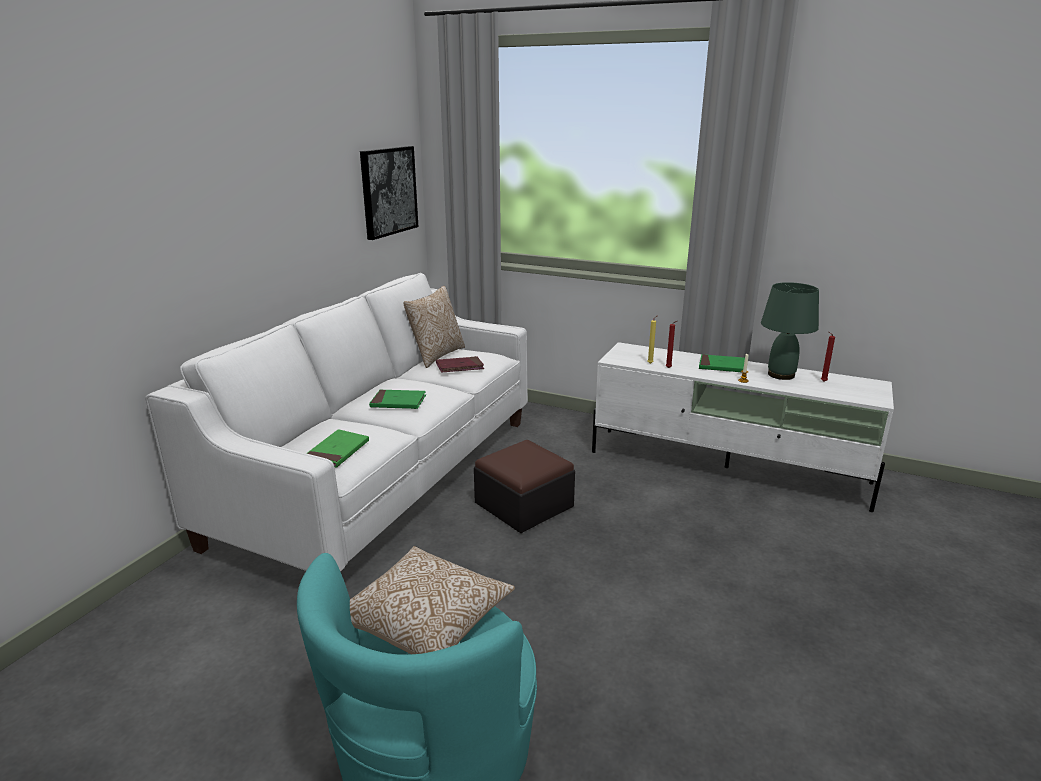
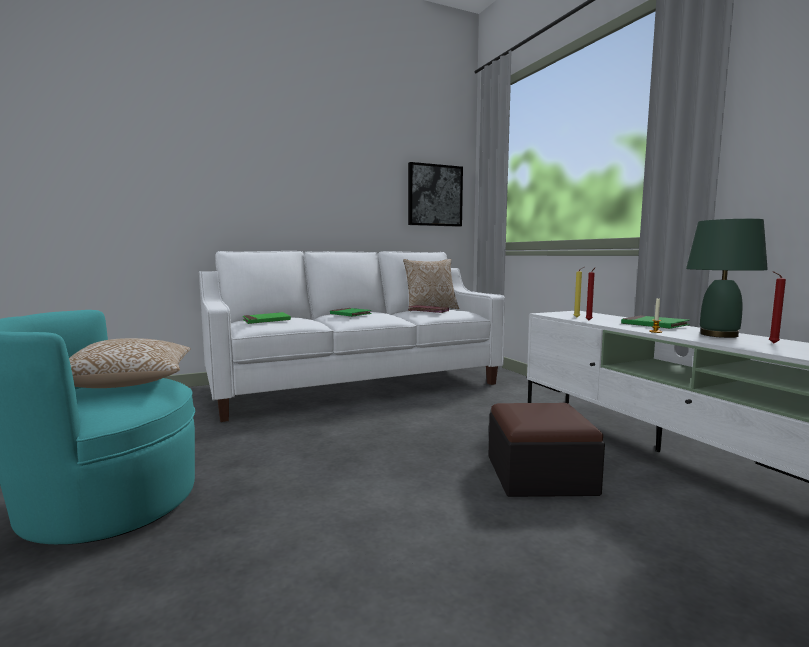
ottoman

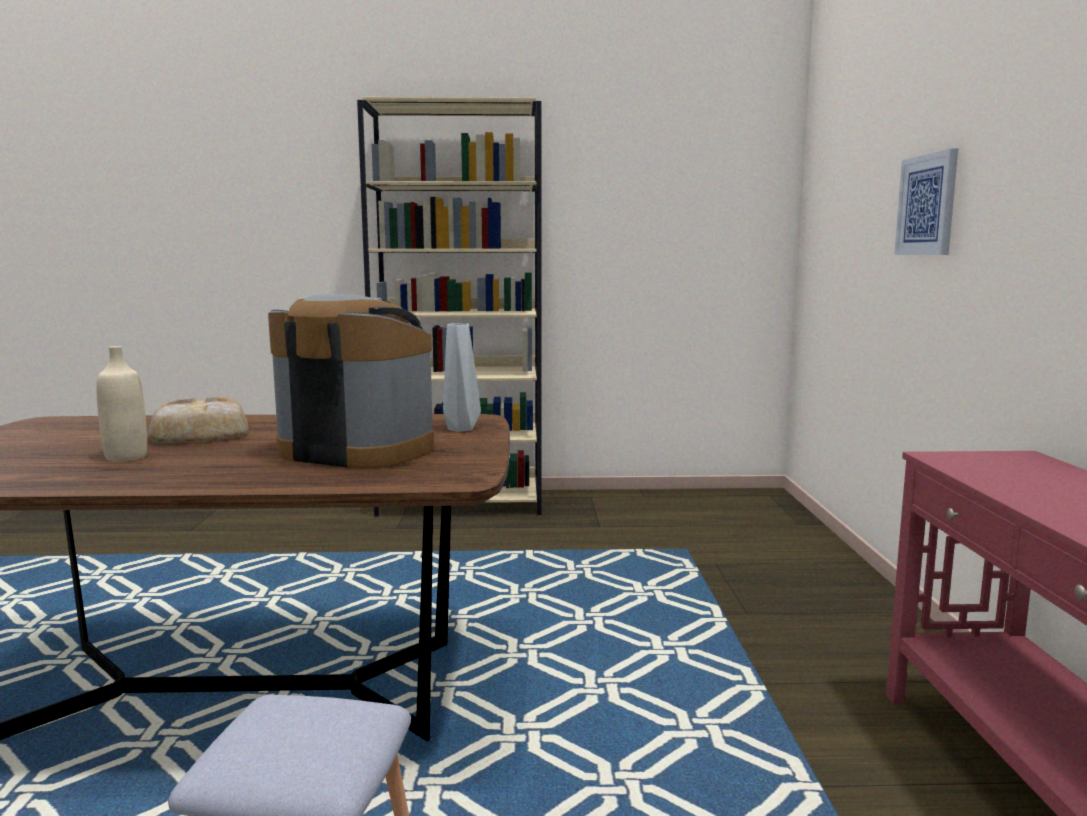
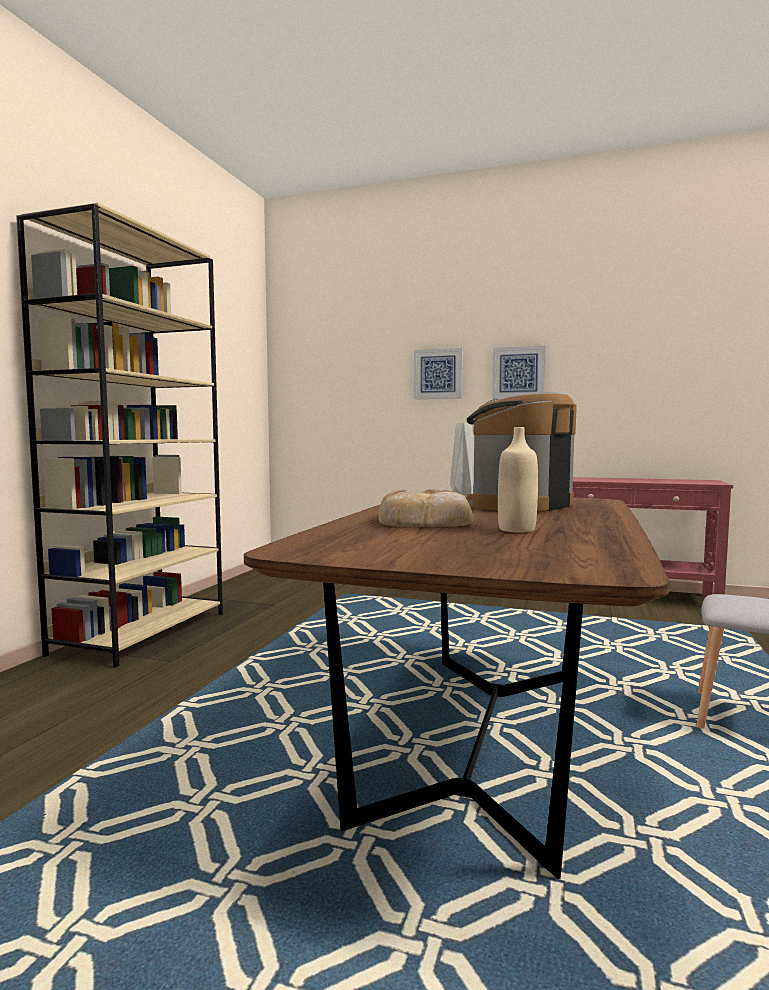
wall art (no. 2 from left)

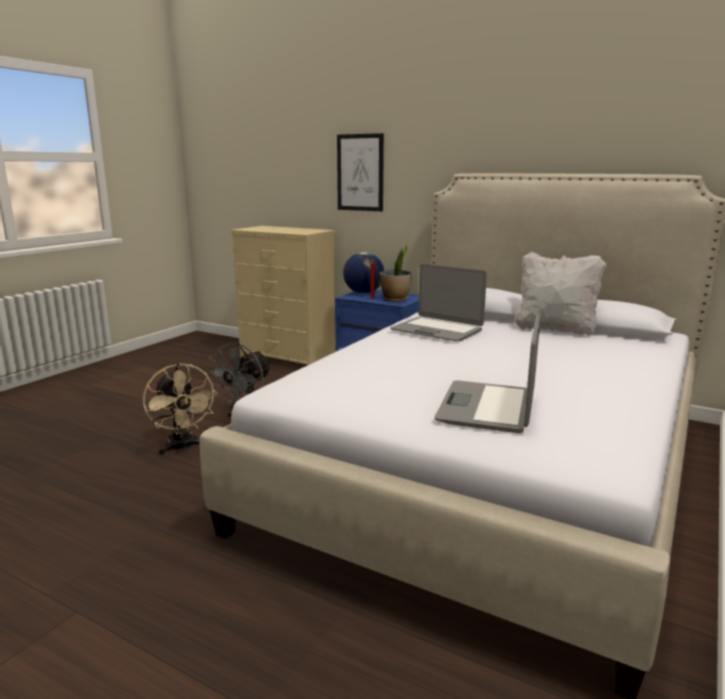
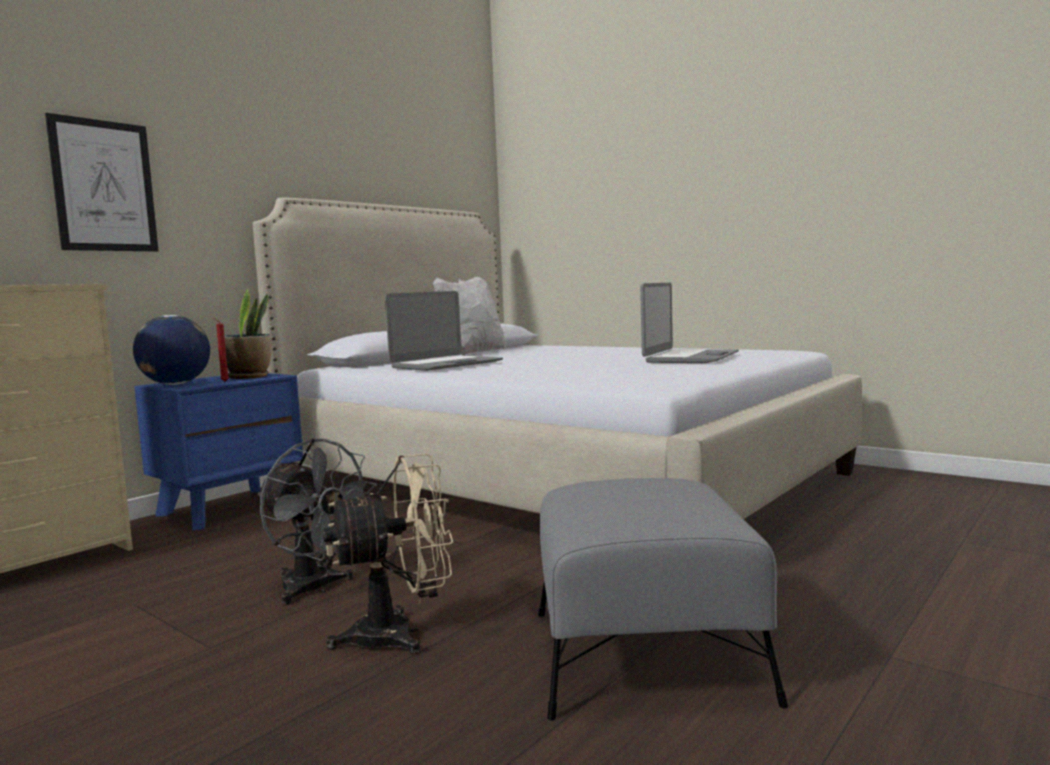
portable computer (no. 2 from left)
greyish ottoman

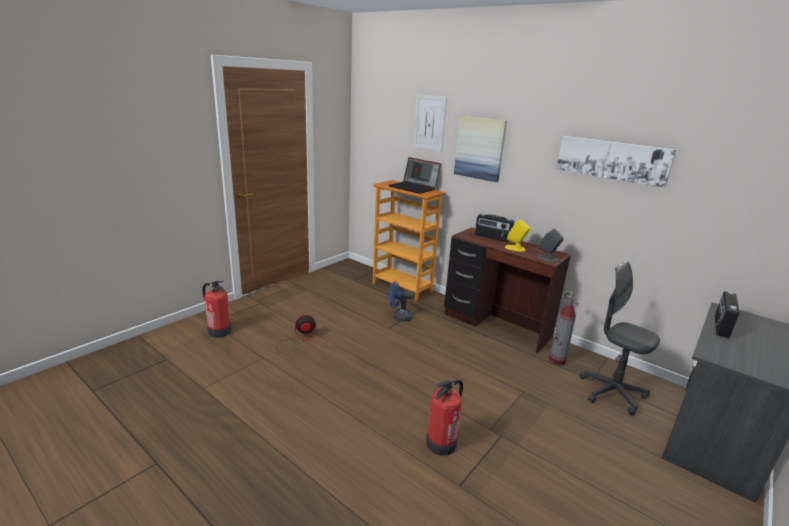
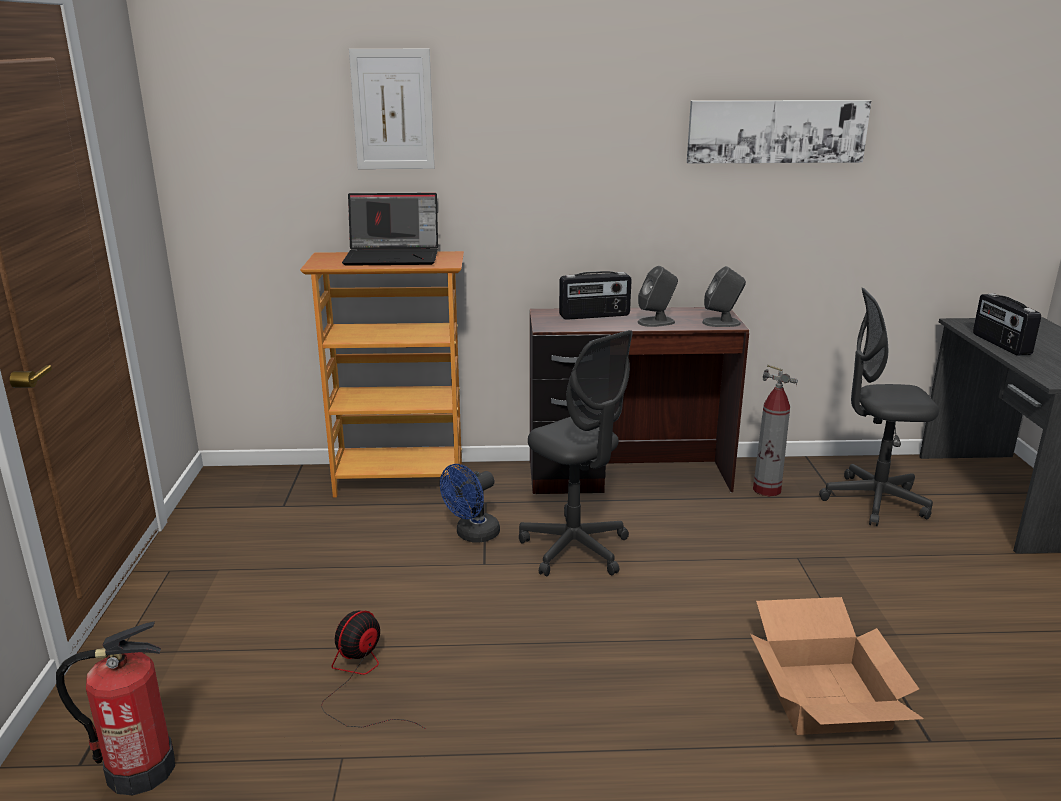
carton
wall art (no. 2 from left in the first image)
greyish loudspeaker (no. 1 from left)
greyish computer chair (no. 1 from left)

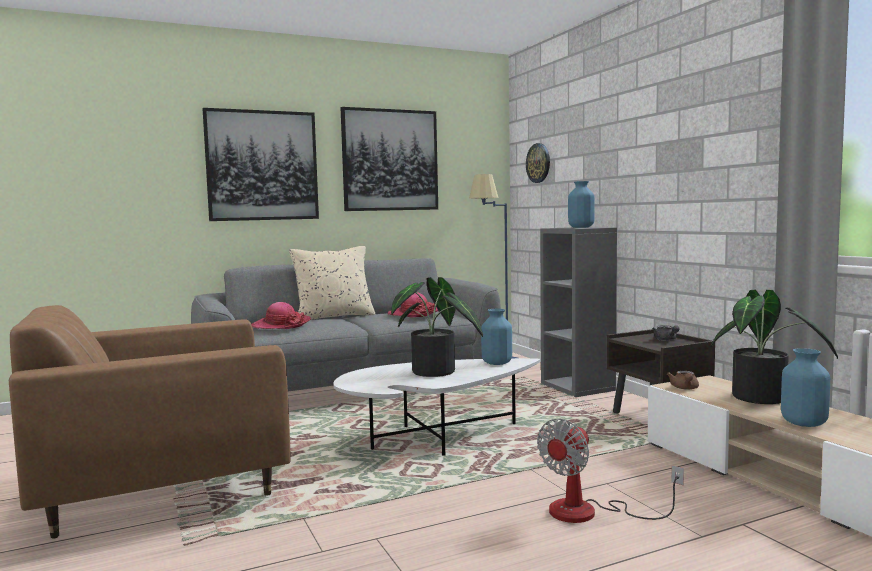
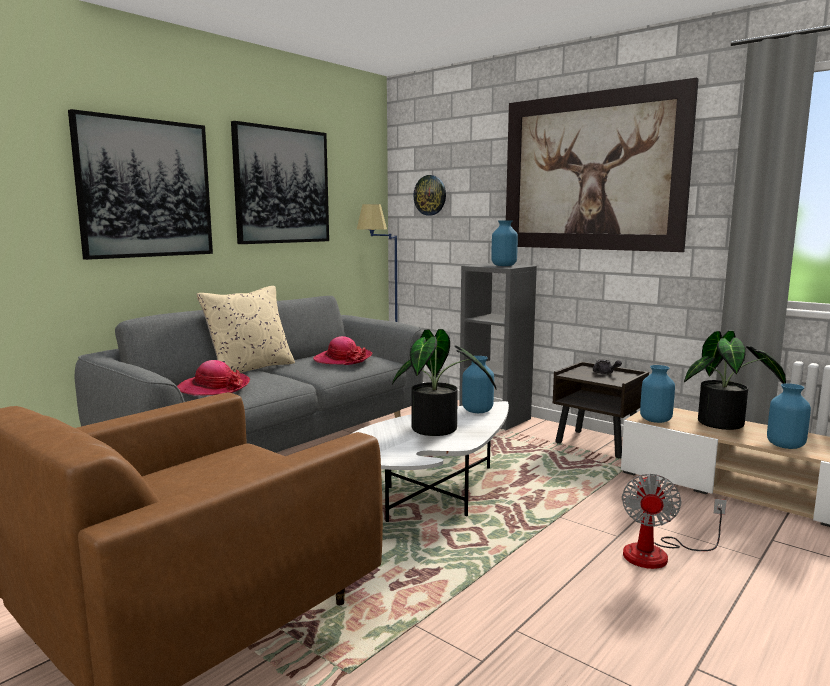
blue vase (no. 3 from left)
wall art (no. 3 from left)

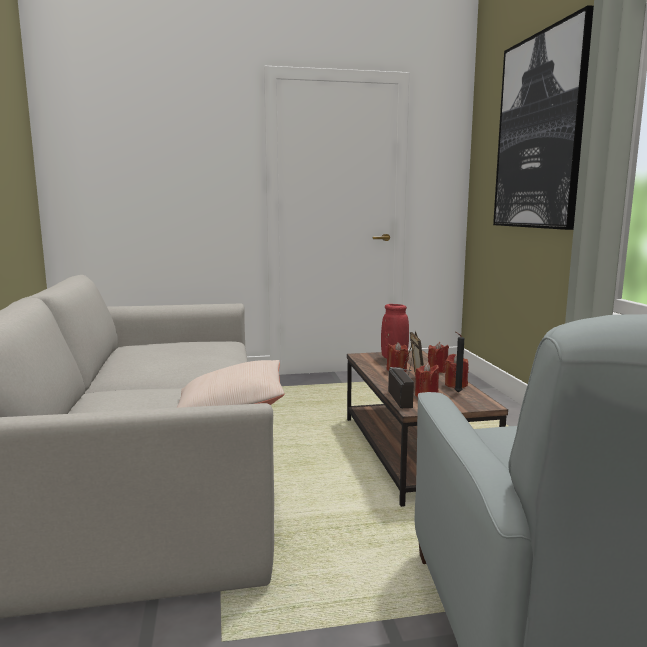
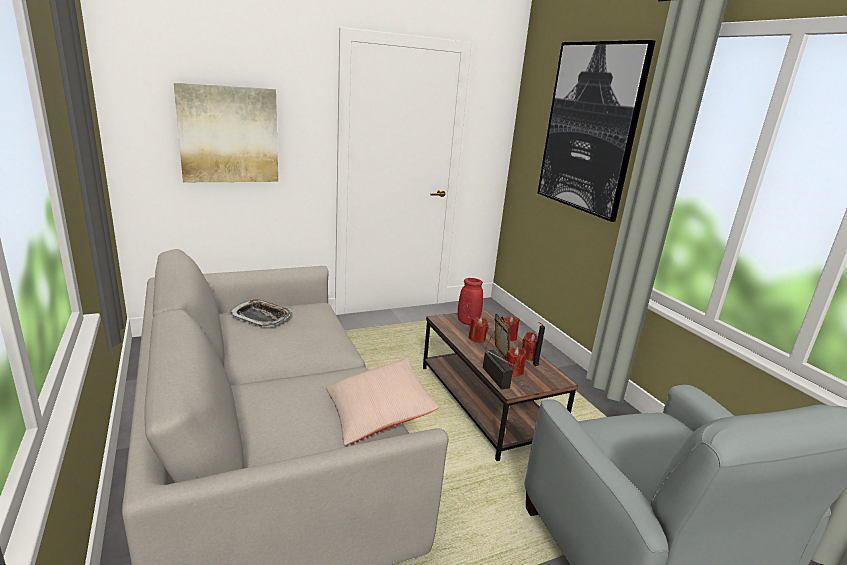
wall art (no. 1 from left)
carrying tray

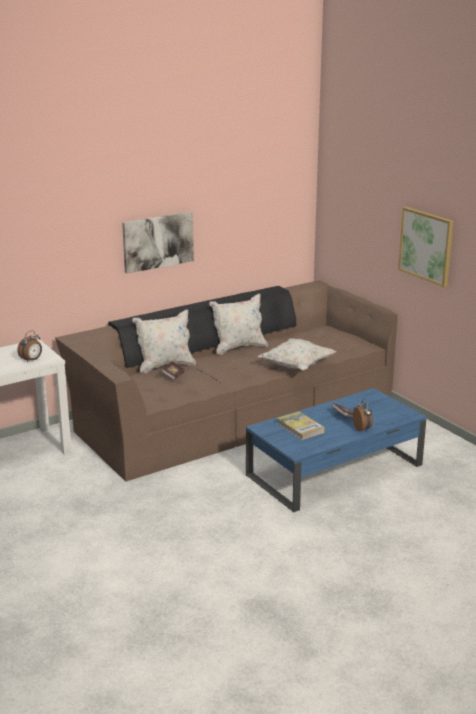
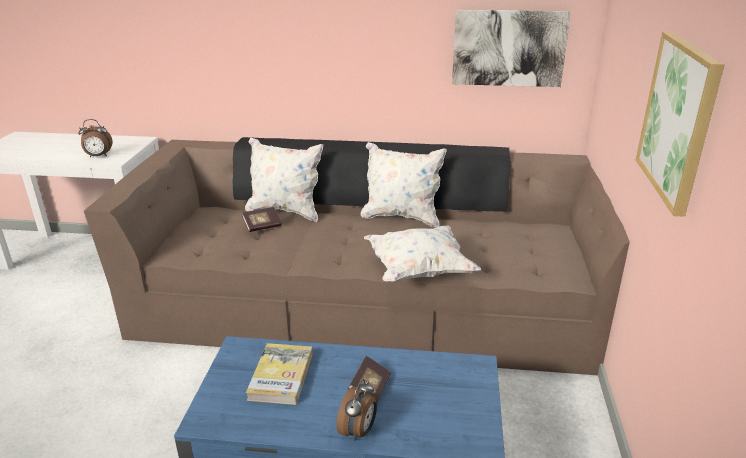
wall art (no. 1 from left)

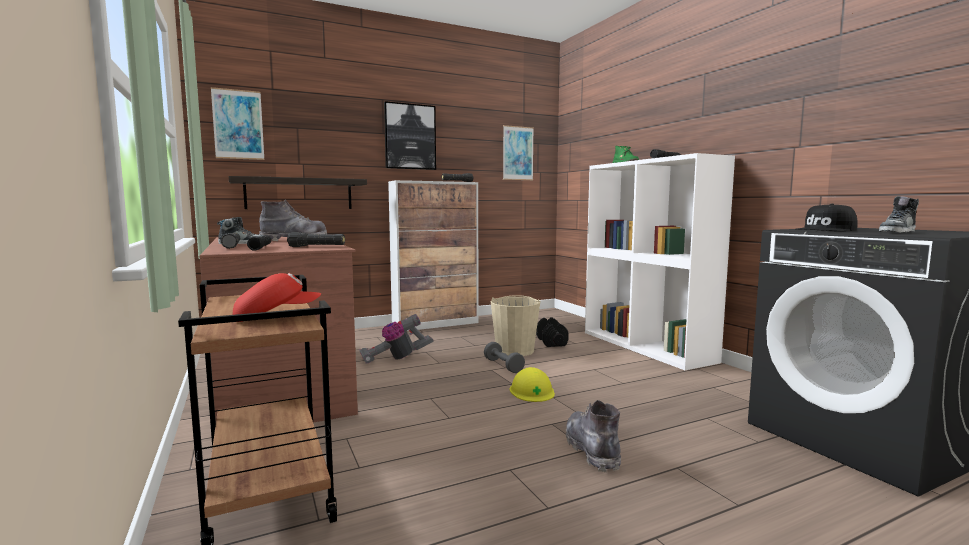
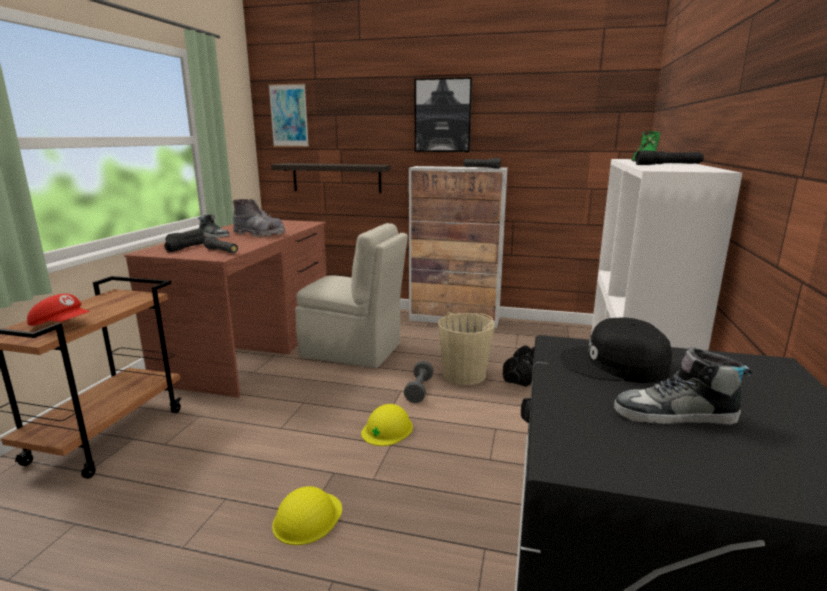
beige plain chair
wall art (no. 3 from left in the first image)
yellow safety helmet (no. 1 from left)

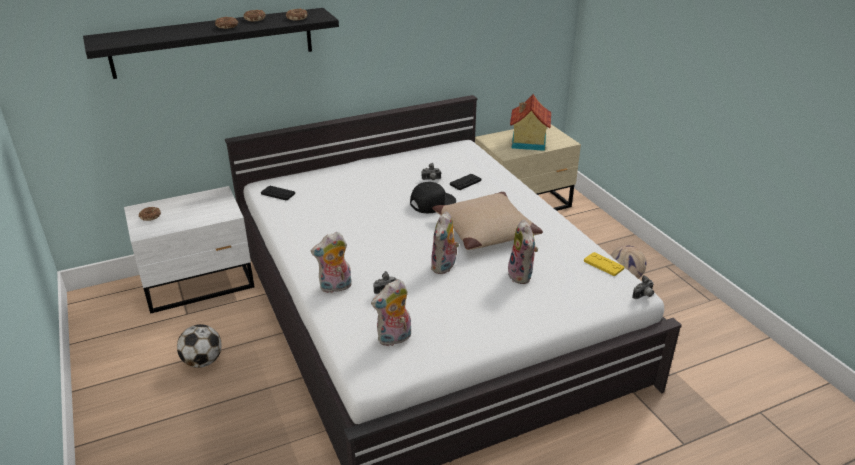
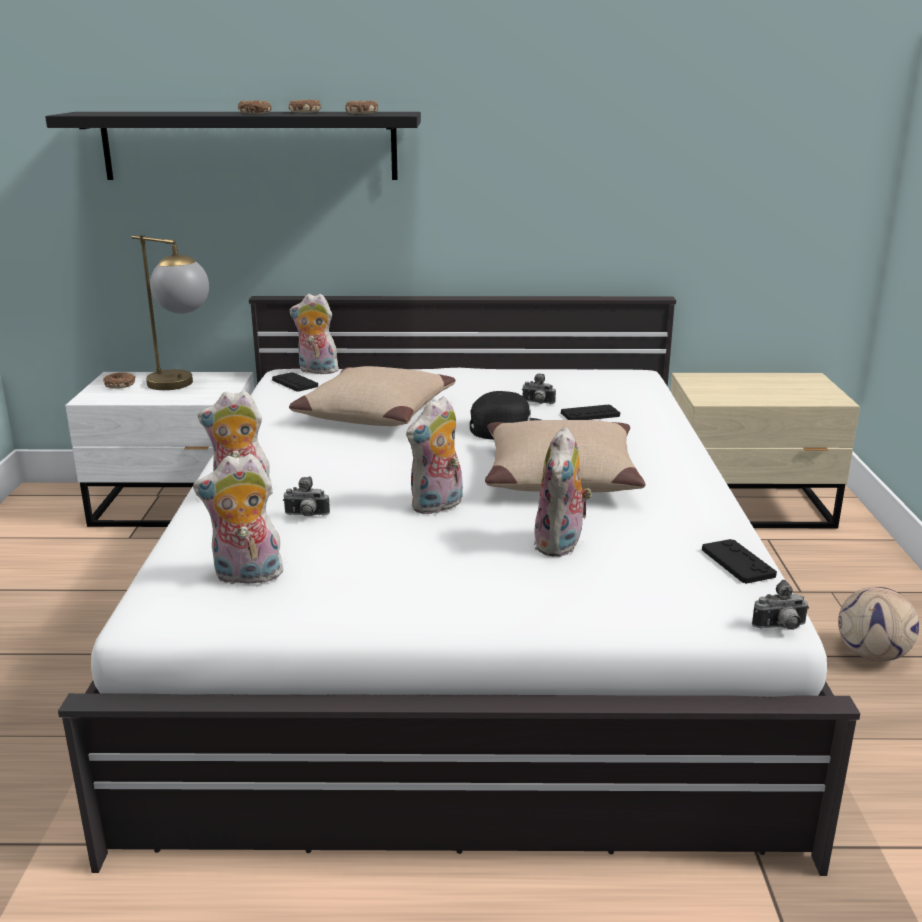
ball for football (no. 1 from left in the first image)
toy house
black game controller (no. 3 from left)
lamp for a table
beige cushion (no. 1 from left)
cuddly toy (no. 3 from left)

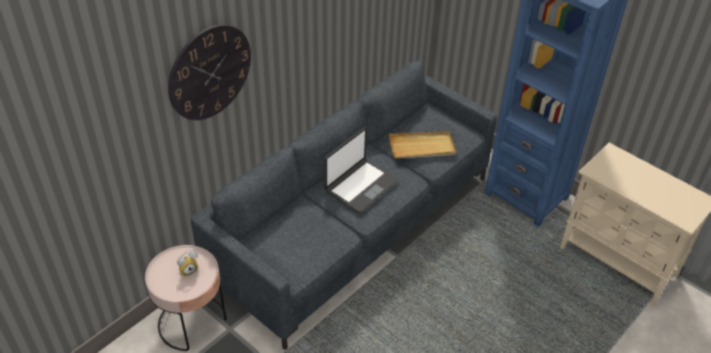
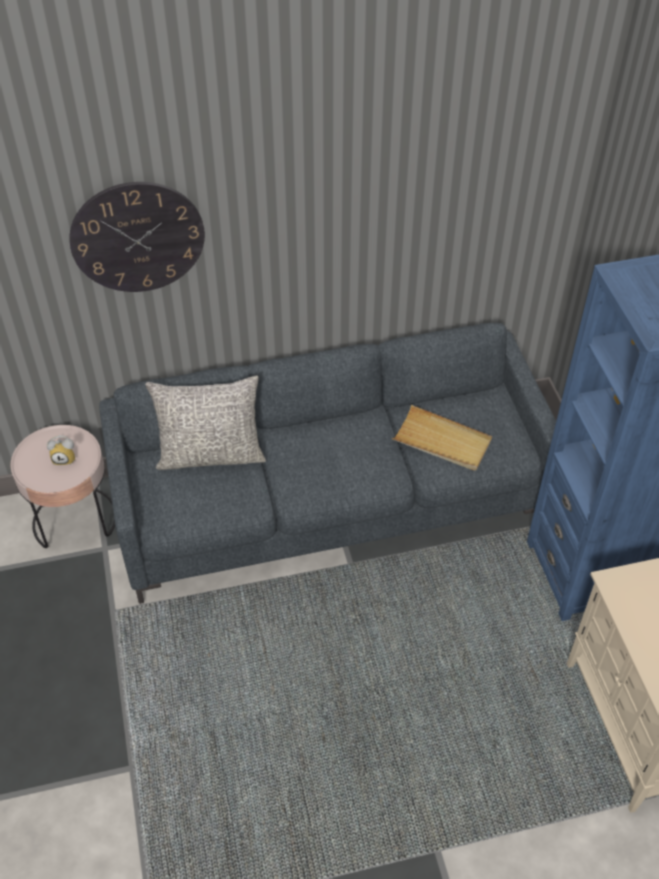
portable computer
greyish cushion

